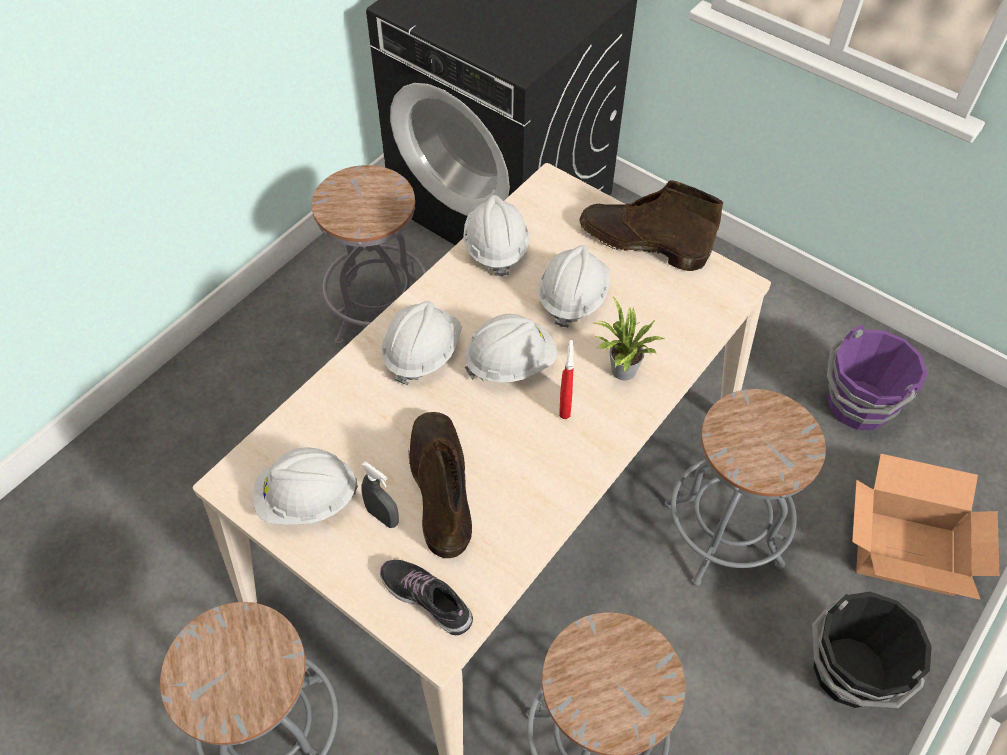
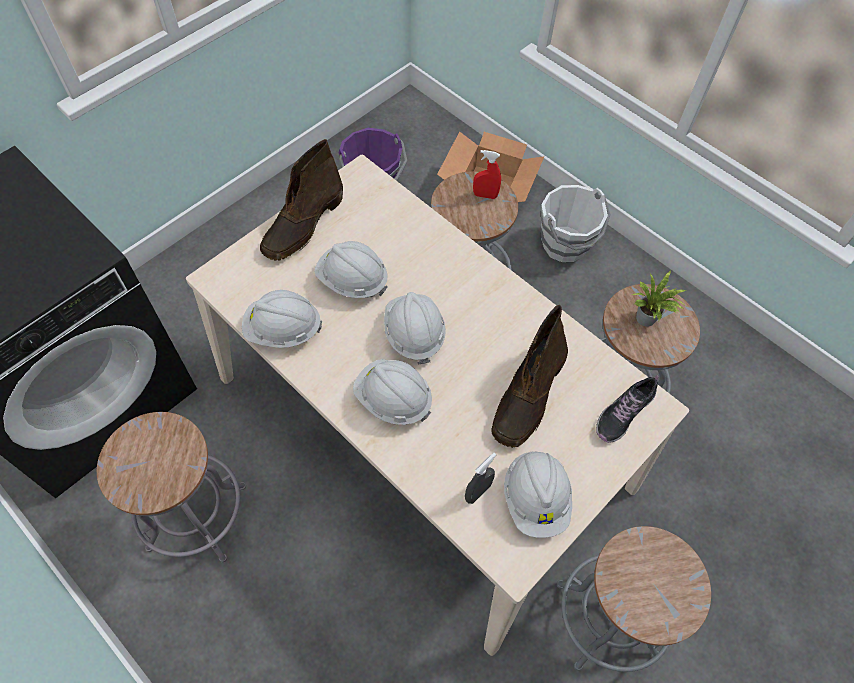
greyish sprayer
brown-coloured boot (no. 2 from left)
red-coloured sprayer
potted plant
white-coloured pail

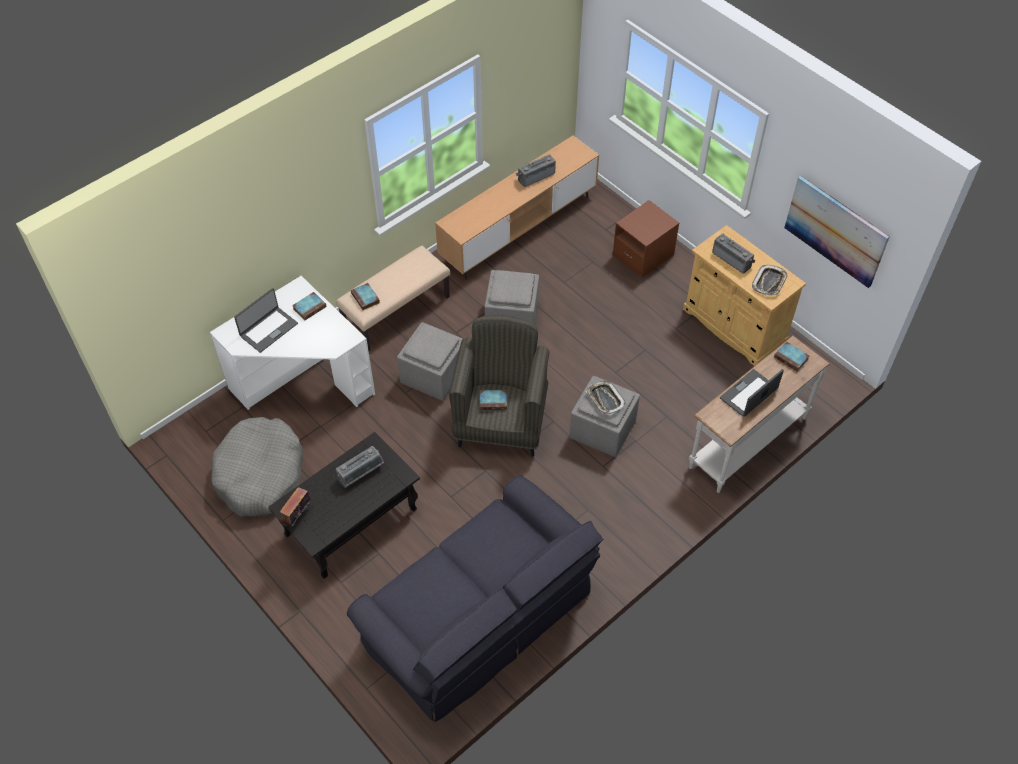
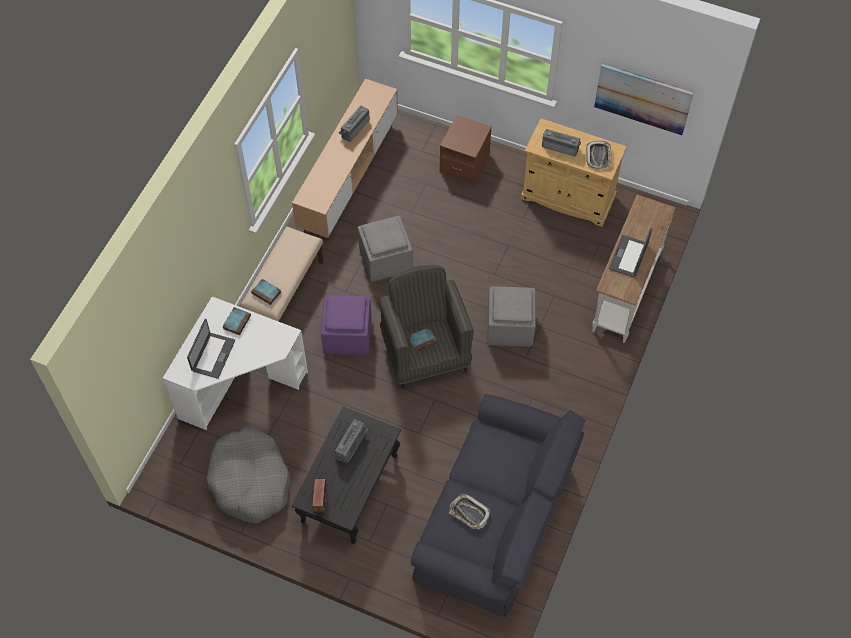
purple-coloured ottoman
carrying tray (no. 1 from left)
volume (no. 4 from left in the first image)

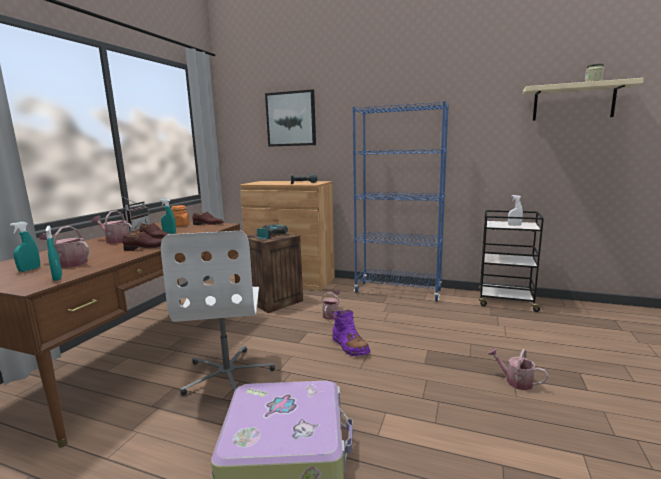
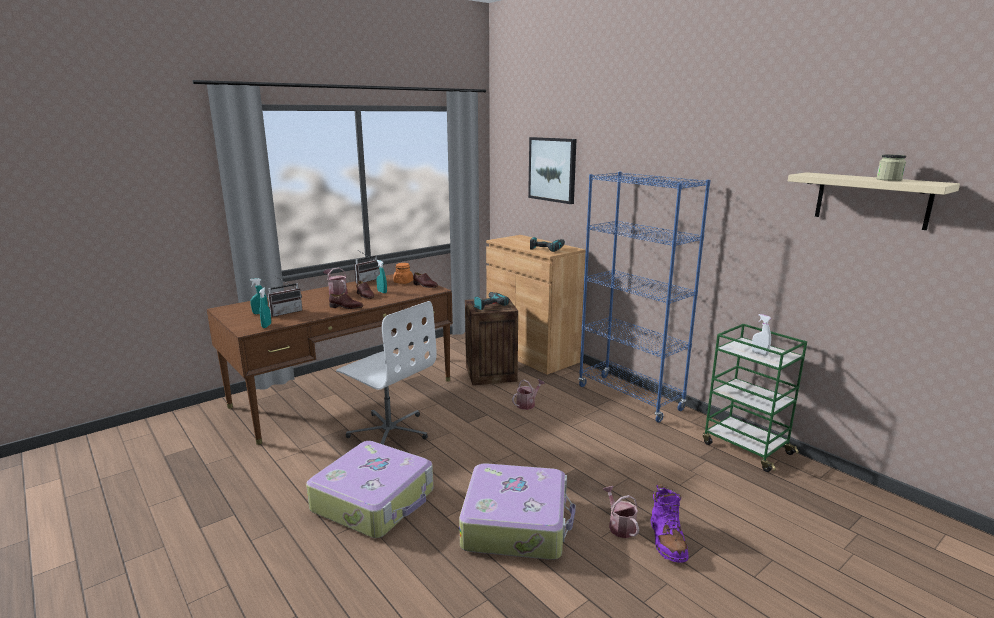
radio receiver (no. 1 from left)
white-coloured computer chair
purple-coloured boot
green-coloured cart
piece of luggage (no. 2 from left)

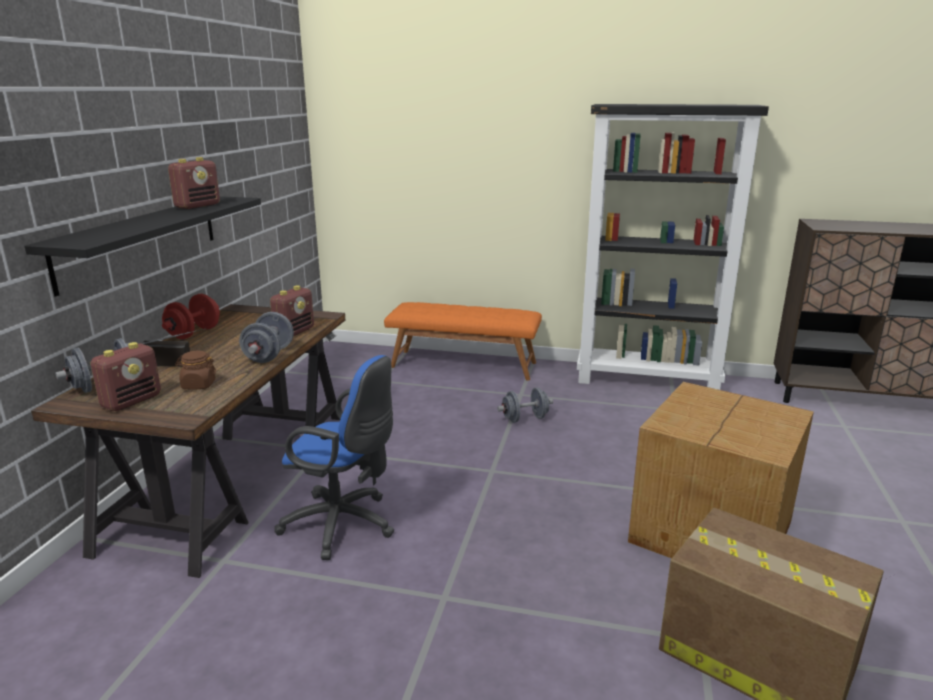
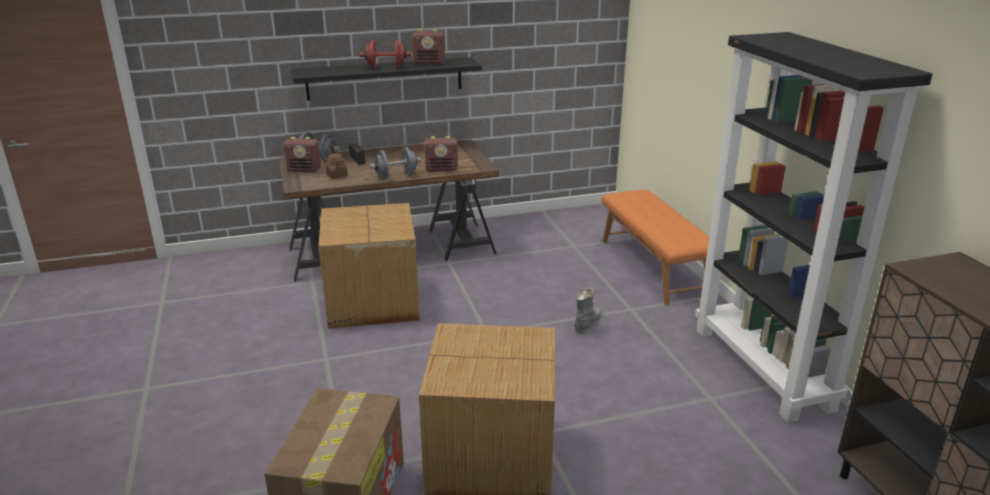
red-coloured dumbbell
carton (no. 2 from left)
greyish boot

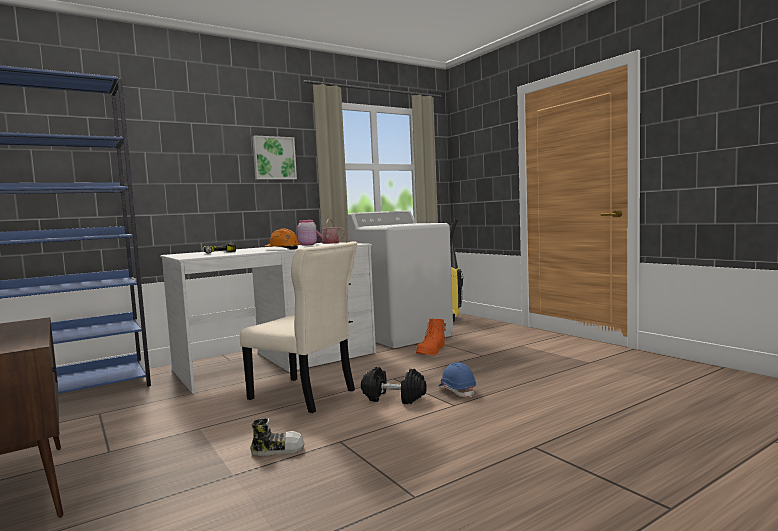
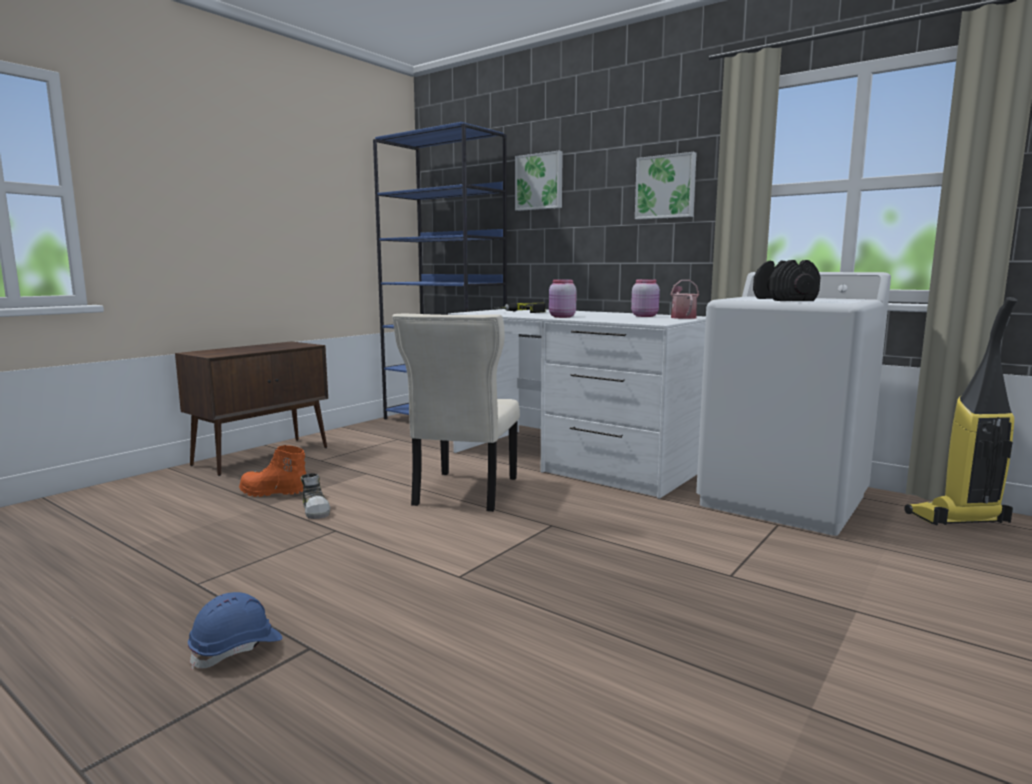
pinkish storage jar (no. 1 from left)
black dumbbell
orange boot
blue safety helmet
wall art (no. 1 from left)

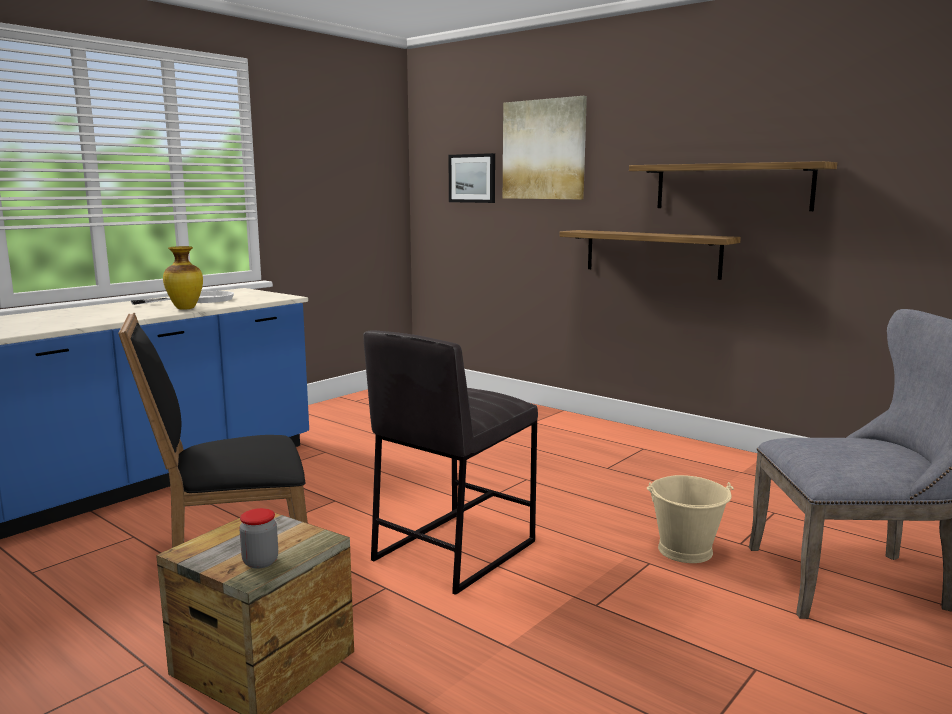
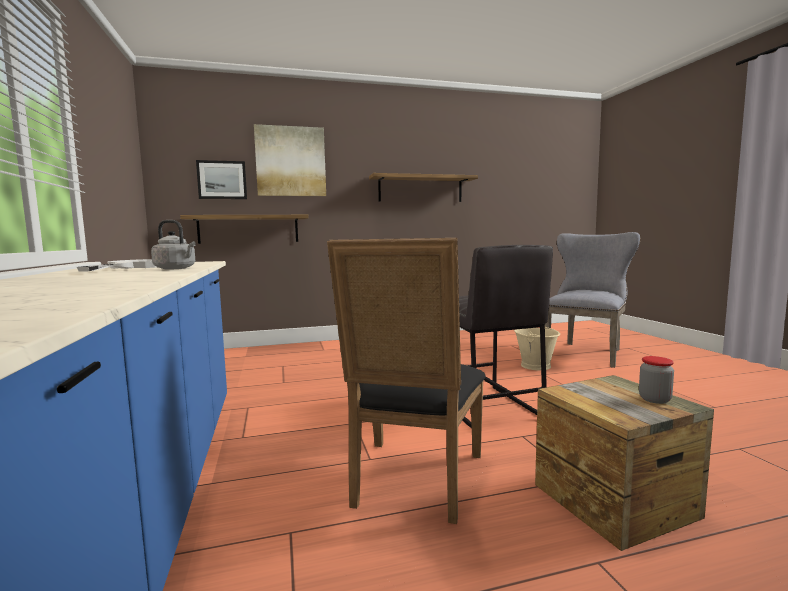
greyish tea kettle
bracket shelf (no. 1 from left)

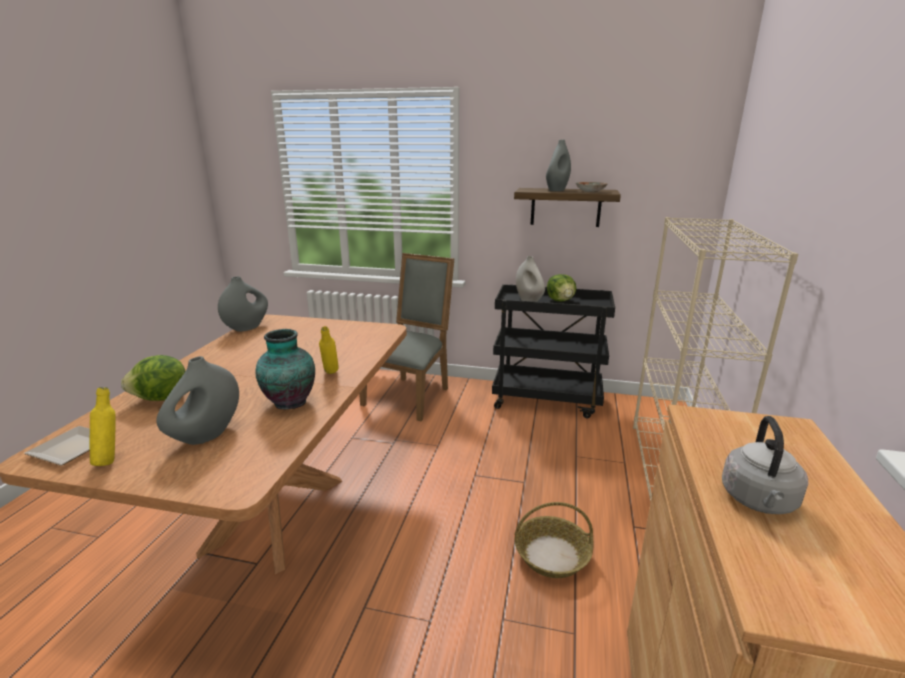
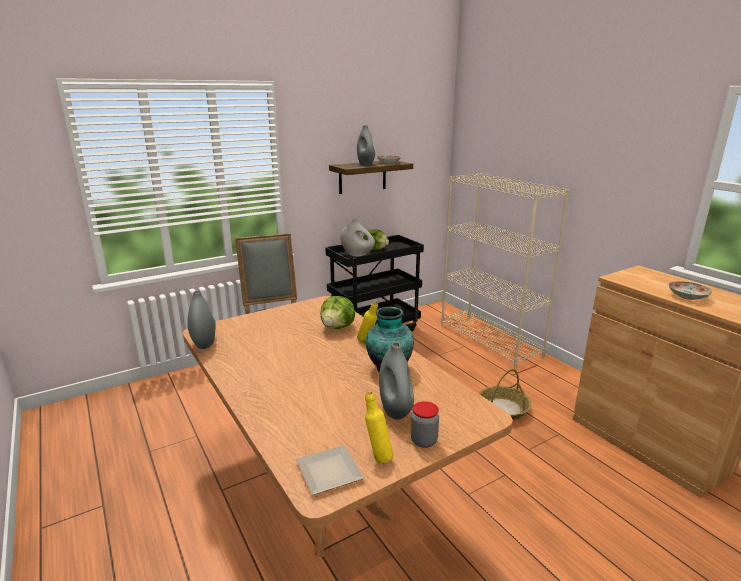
lettuce head (no. 1 from left)
plate (no. 3 from left)
storage jar

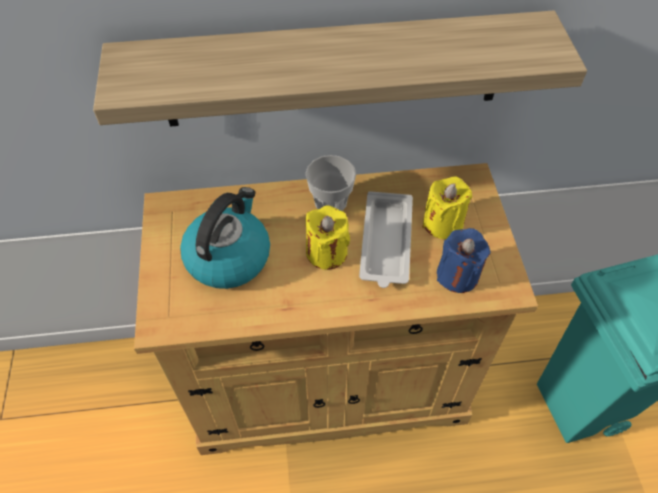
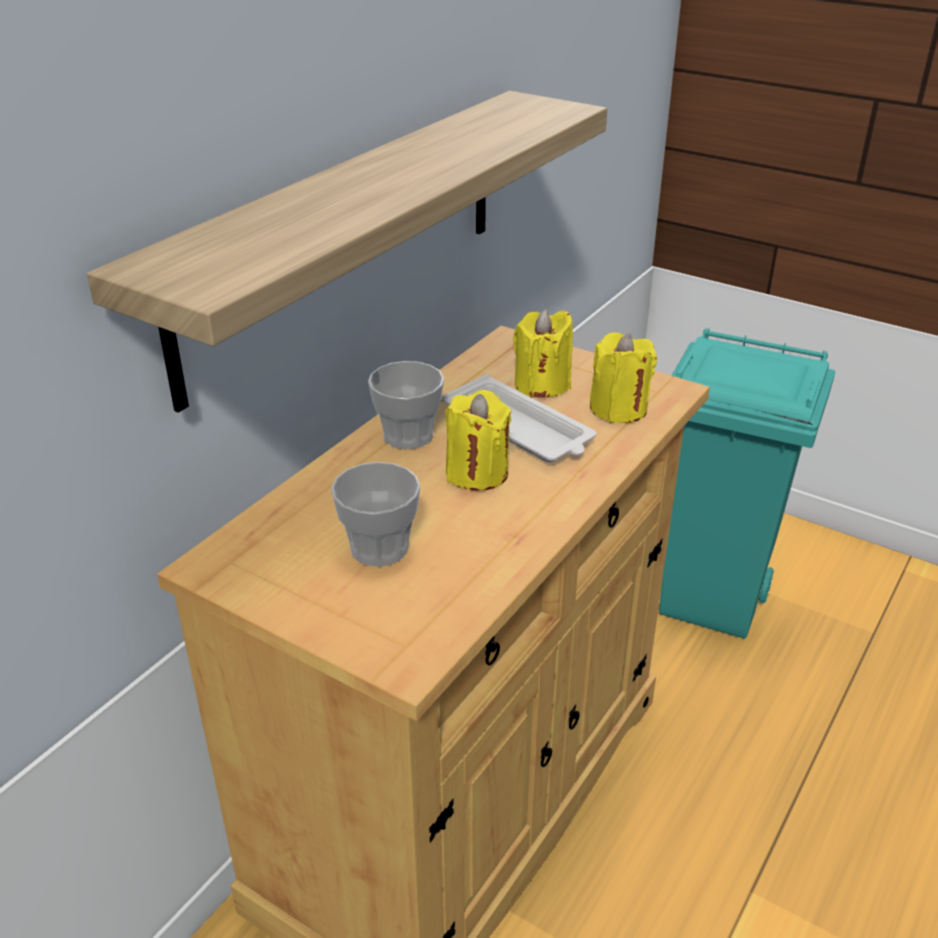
drinking cup (no. 1 from left)
yellow wax candle (no. 3 from left)

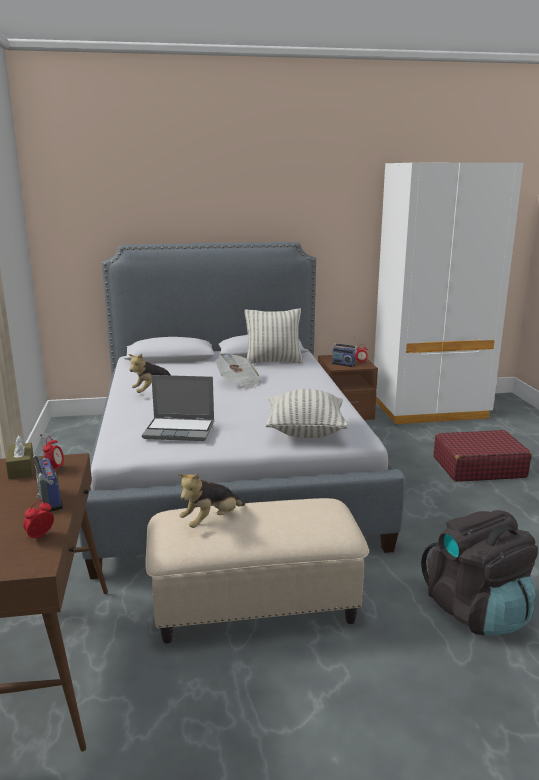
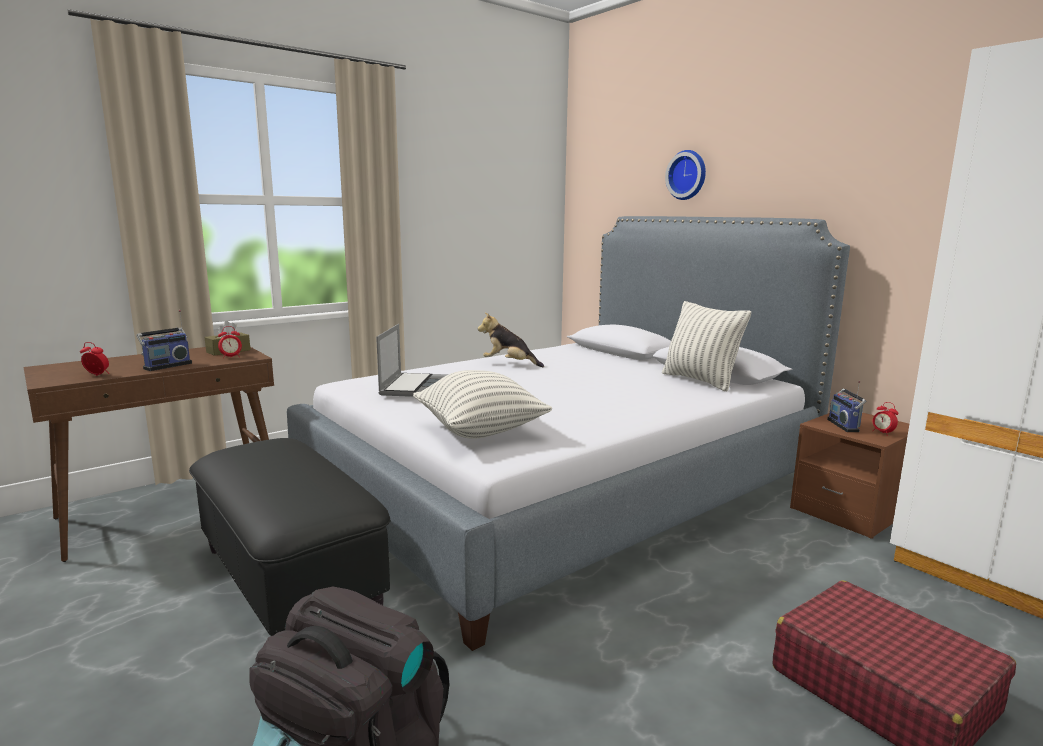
portable computer
black ottoman
cuddly toy (no. 2 from left in the first image)
printed paper
clock on the wall

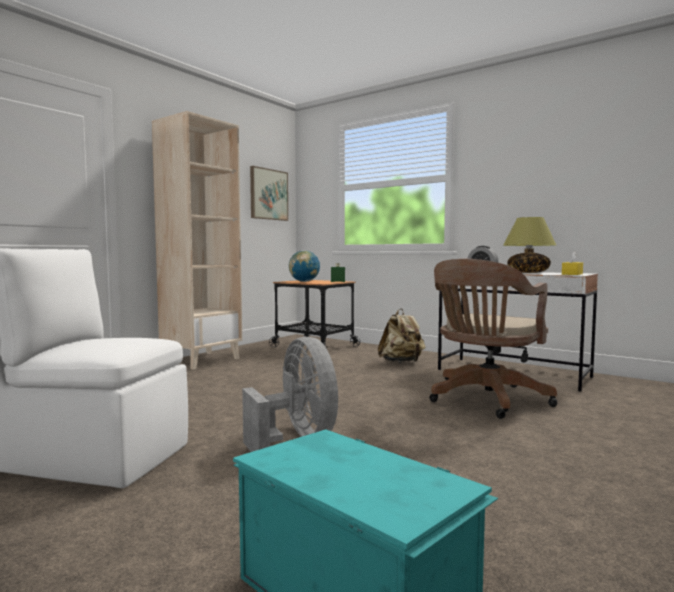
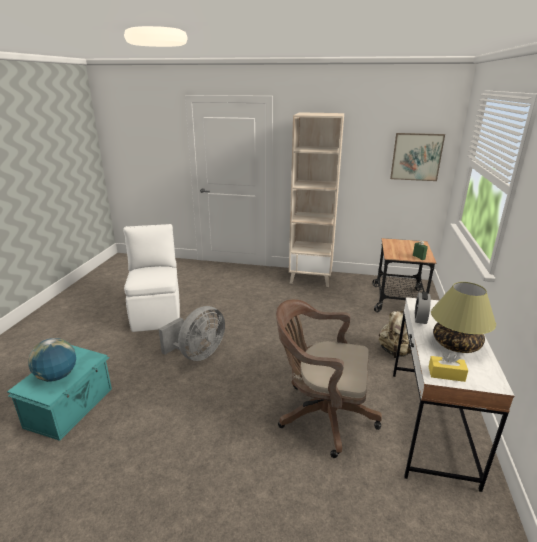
world globe

